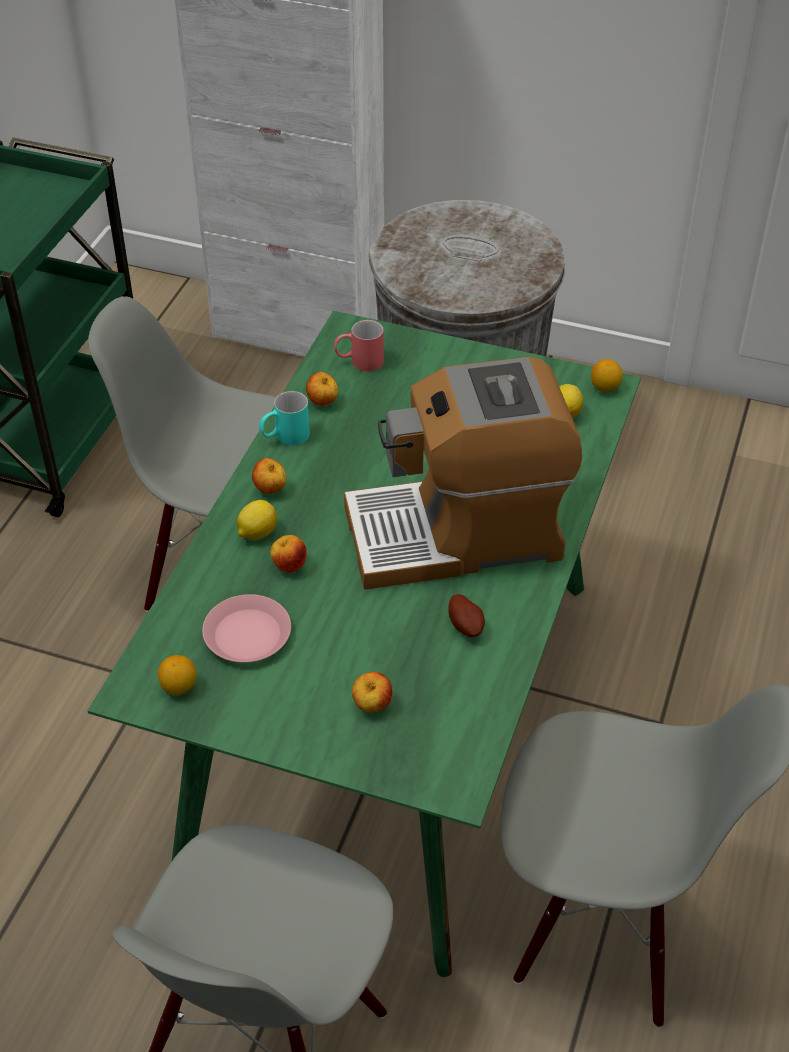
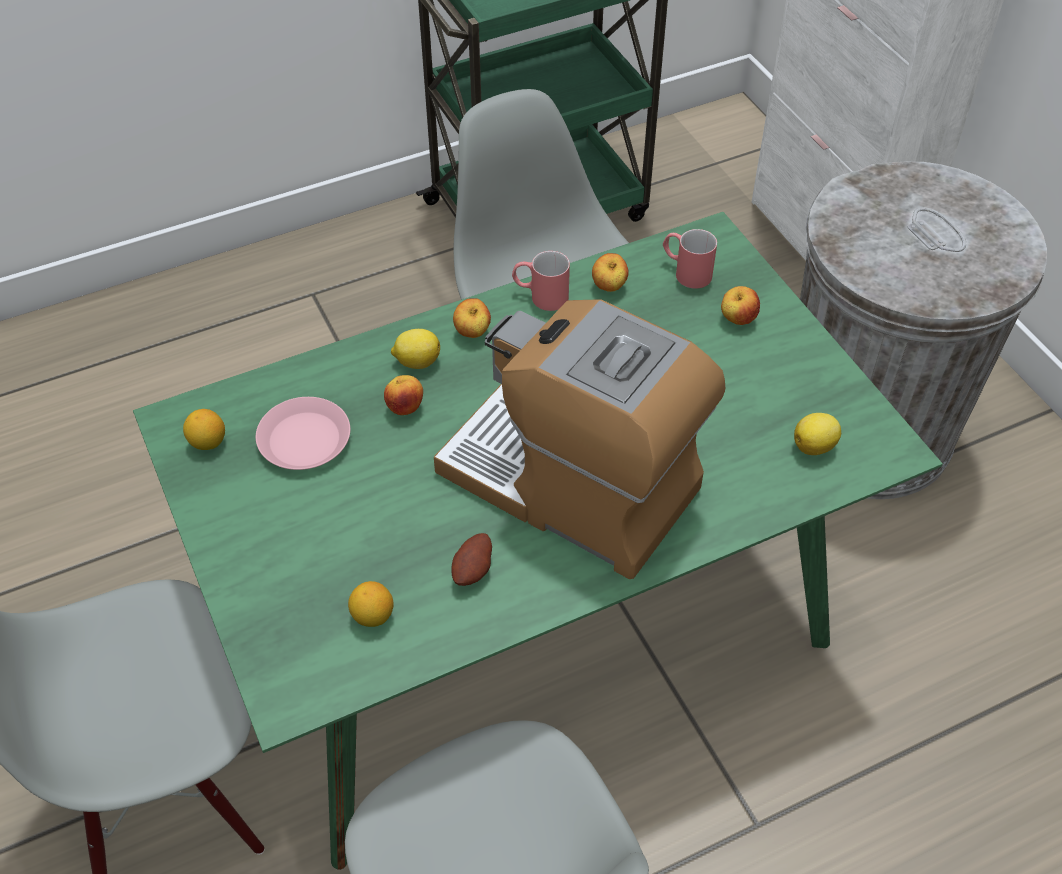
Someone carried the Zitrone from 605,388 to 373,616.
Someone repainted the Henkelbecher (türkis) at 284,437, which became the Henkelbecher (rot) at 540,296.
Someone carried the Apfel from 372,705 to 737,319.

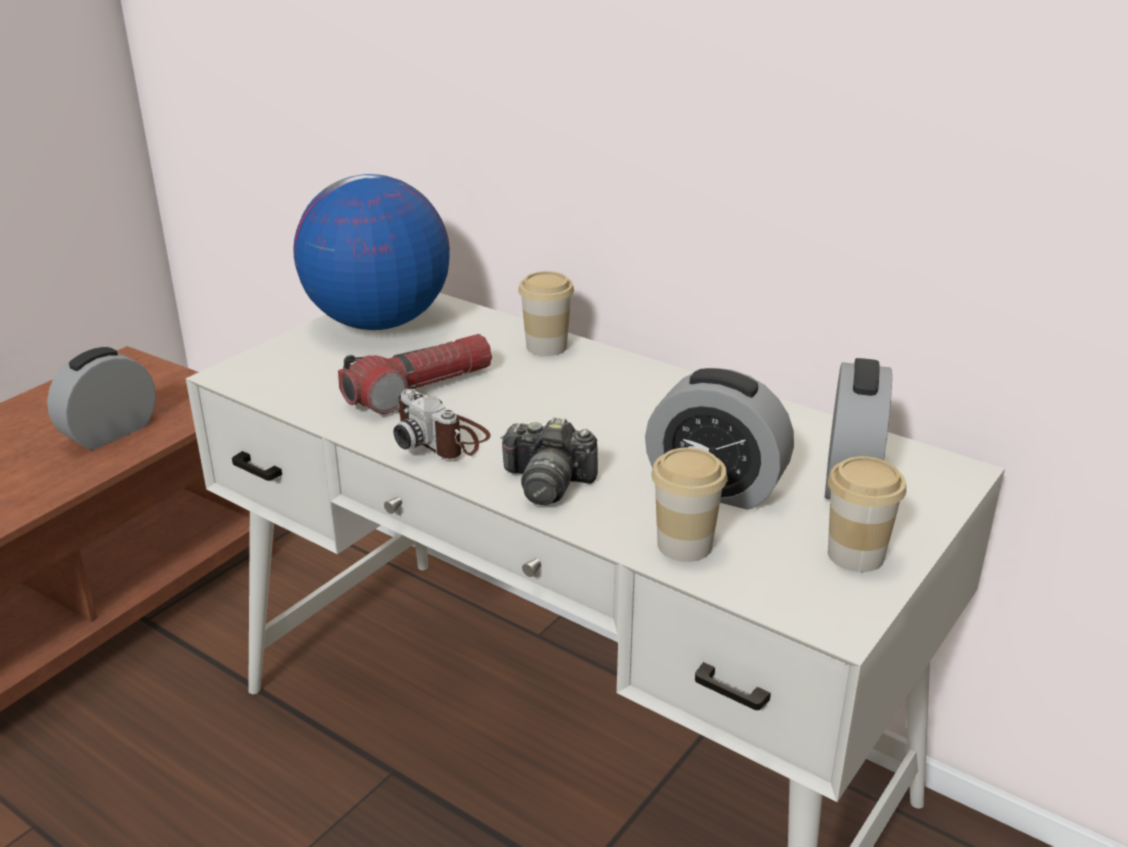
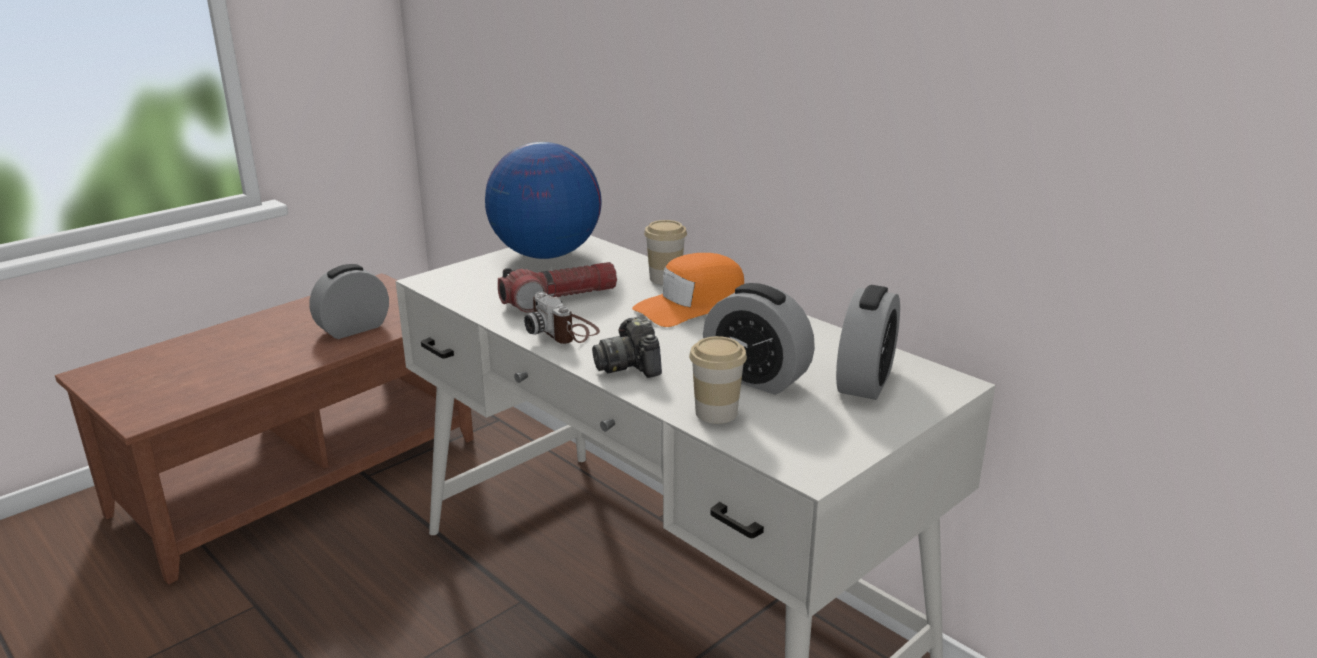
Someone rotated the Kamera at 547,483 by 45 degrees clockwise.
Someone took away the Tasse at 855,555.
Someone put down the Kappe (orange) at 692,305.

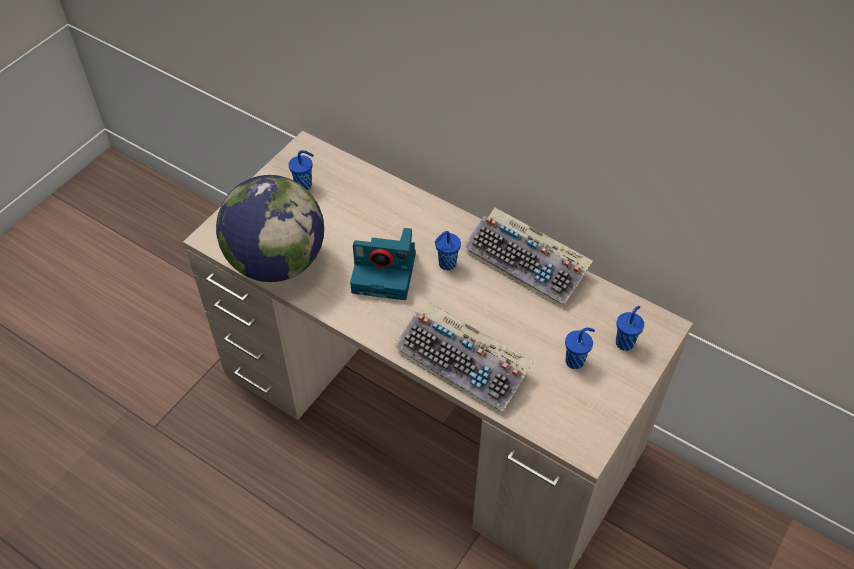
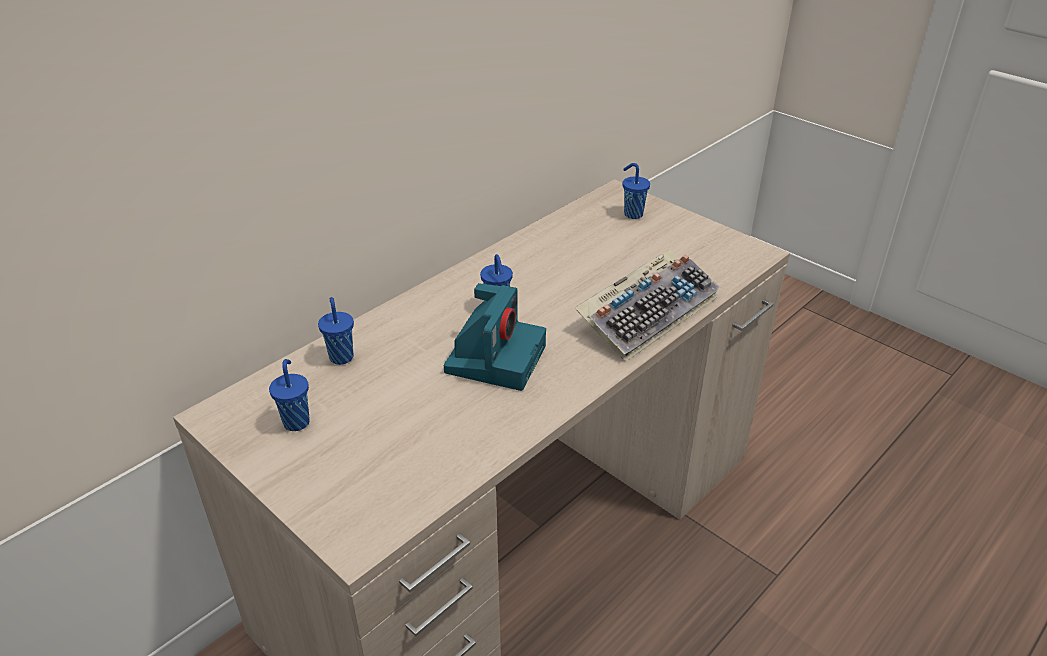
Someone took away the Globus at 277,262.
Someone took away the Tastatur at 528,264.
Someone carried the Tasse (blau) from 575,361 to 341,356.

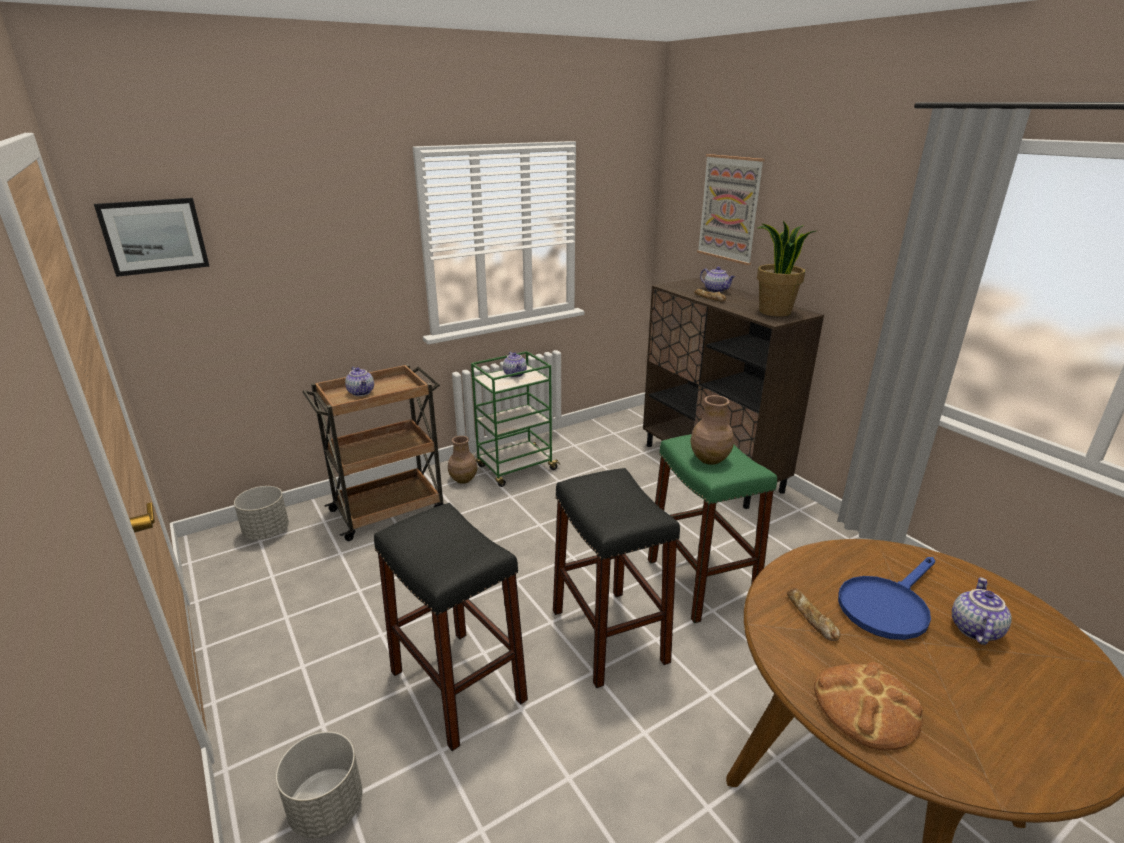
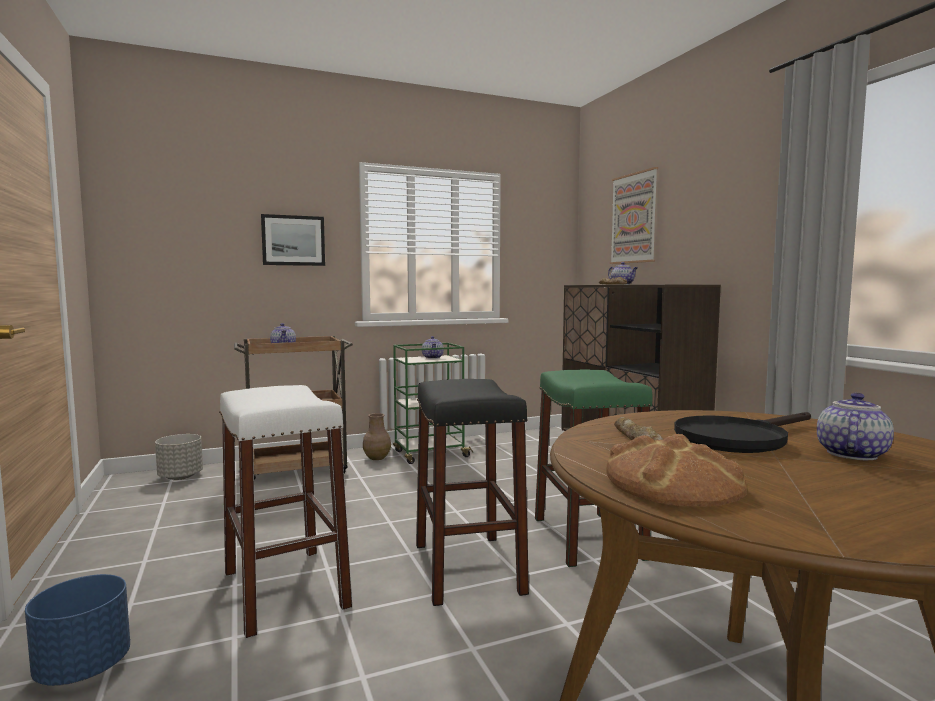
Someone carried the Bild from 154,236 to 293,240.
Someone took away the Topfpflanze at 774,312.
Someone took away the Vase (braun) at 709,459.
Someone repainted the Hocker (schwarz) at 457,685, which became the Hocker (weiß) at 285,589.
Someone repainted the Pfanne (blau) at 887,605, which became the Pfanne (schwarz) at 738,438.
Someone repainted the Pflanzkübel (grau) at 326,808, which became the Pflanzkübel (blau) at 82,669.

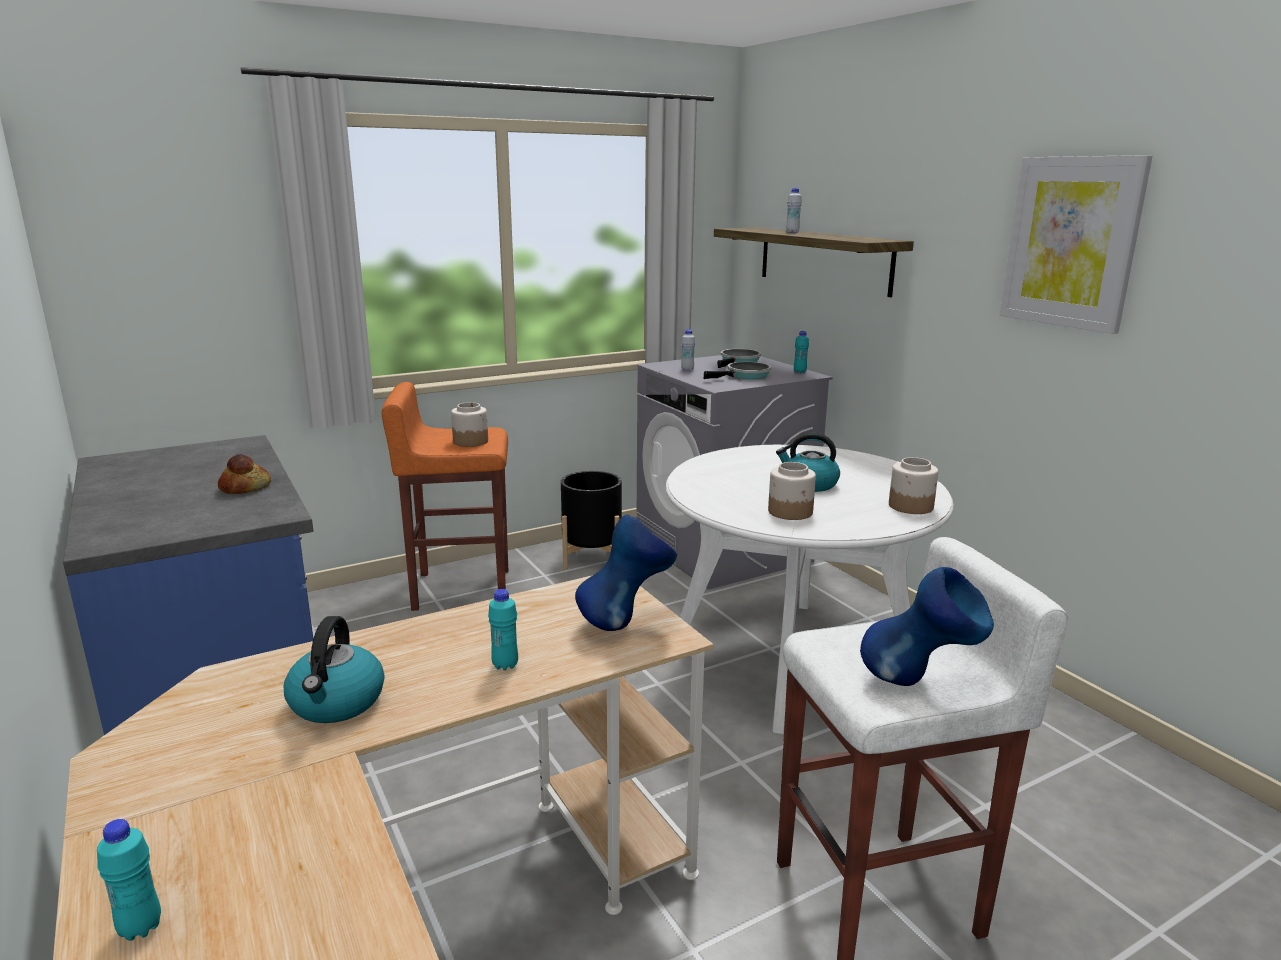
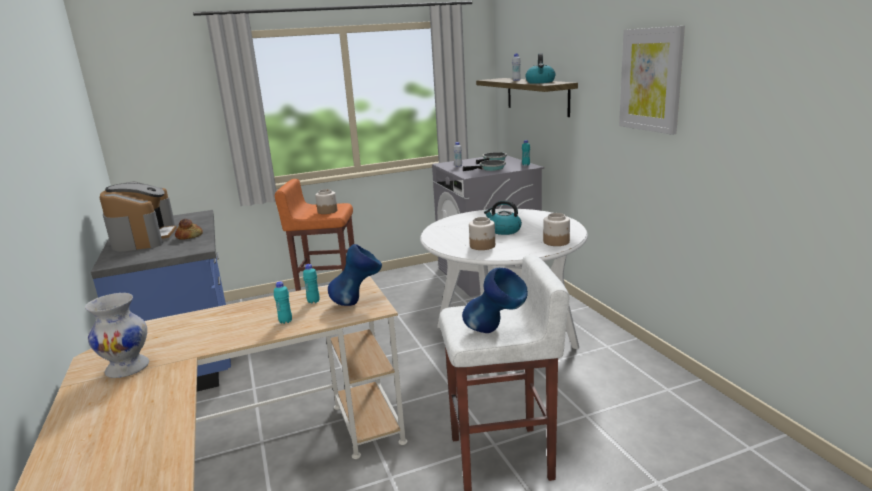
Someone took away the Pflanzkübel (schwarz) at 592,557.
Someone carried the Wasserkessel from 337,703 to 540,82.
Someone carried the Flasche (türkis) from 140,927 to 313,301.
Someone put down the Kaffeemaschine at 144,238.
Someone put down the Vase (weiß) at 128,367.

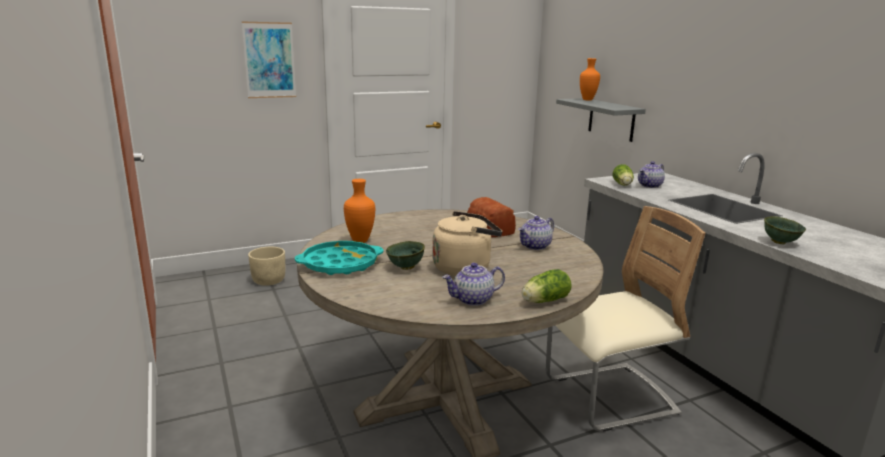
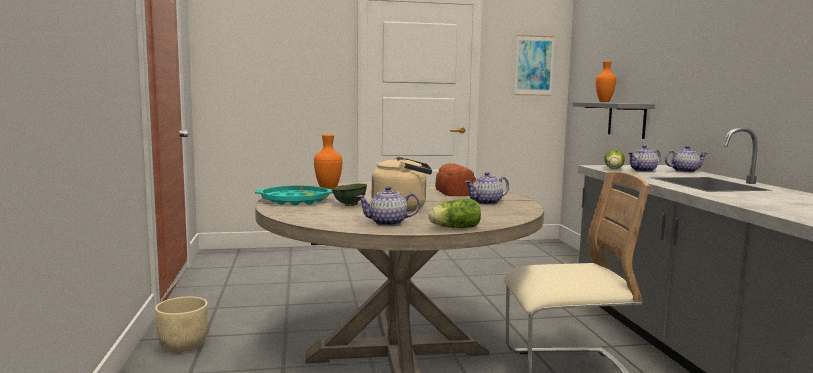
Someone carried the Bild from 269,60 to 534,65.
Someone took away the Schüssel (grün) at 780,242.
Someone carried the Pflanzkübel (beige) from 269,281 to 183,345.
Someone put down the Teekanne at 684,171.

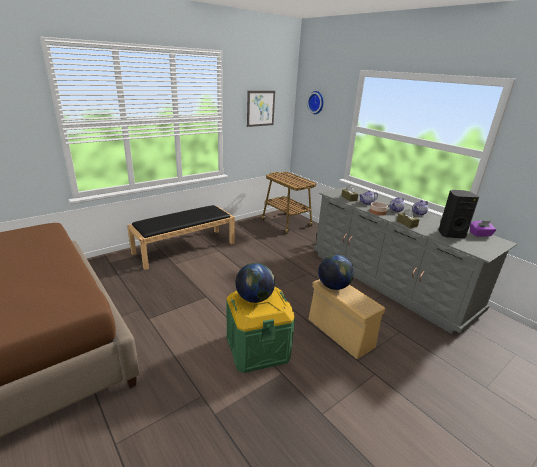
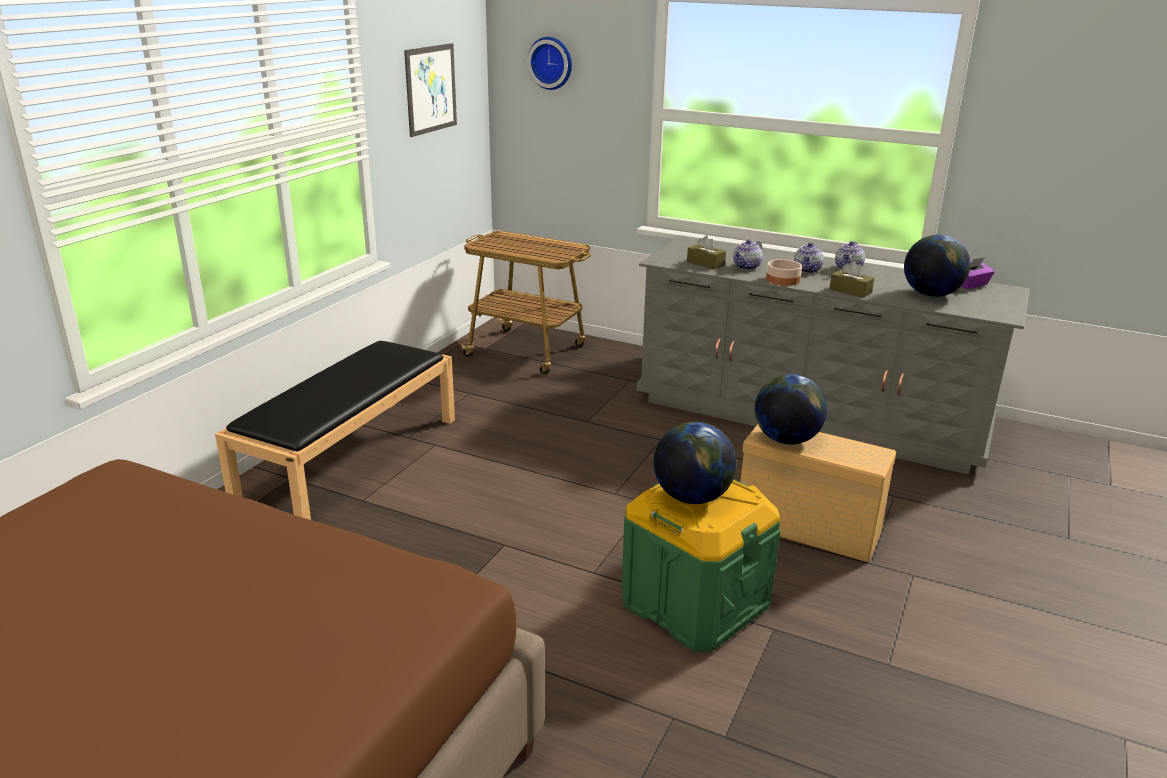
Someone swapped the Lautsprecher (schwarz) at 450,234 for the Globus at 931,294.

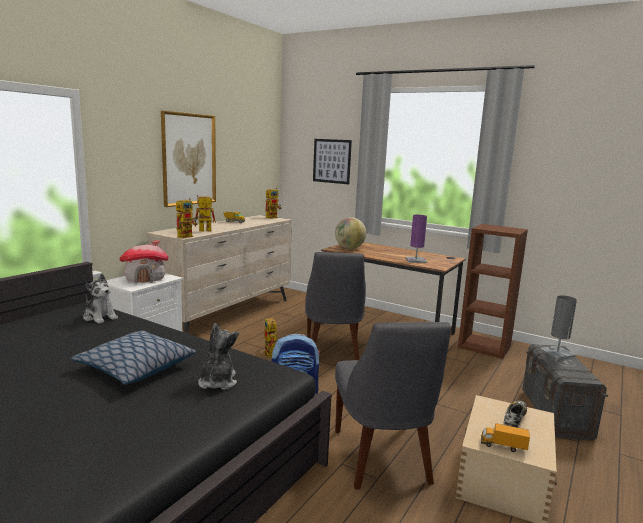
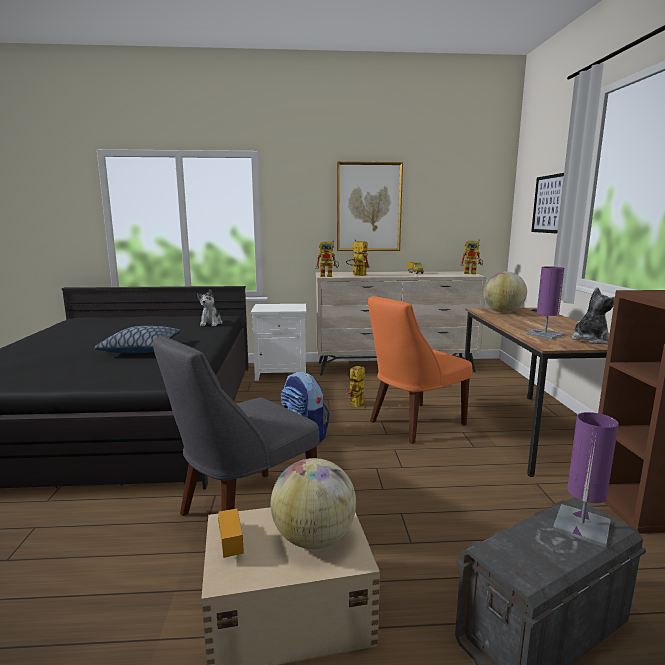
Someone took away the Spielzeughaus at 146,278.
Someone repainted the Stuhl (grau) at 332,351, which became the Stuhl (orange) at 413,424.
Someone repainted the Tischlampe (grau) at 557,353, which became the Tischlampe (lila) at 581,526.
Someone carried the Plüschtier from 217,382 to 590,340.
Someone swapped the Schuh at 514,419 for the Globus at 314,538.

